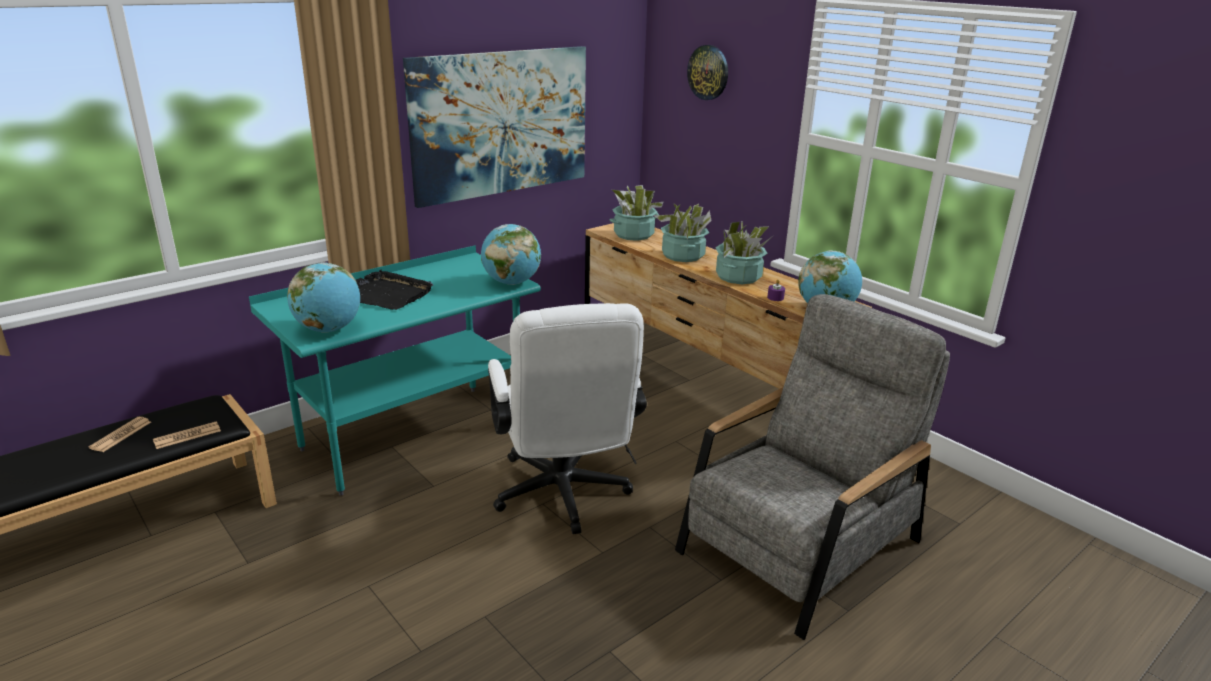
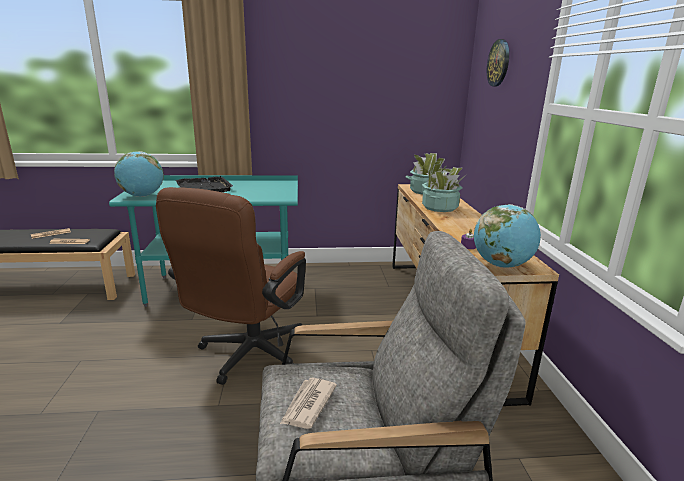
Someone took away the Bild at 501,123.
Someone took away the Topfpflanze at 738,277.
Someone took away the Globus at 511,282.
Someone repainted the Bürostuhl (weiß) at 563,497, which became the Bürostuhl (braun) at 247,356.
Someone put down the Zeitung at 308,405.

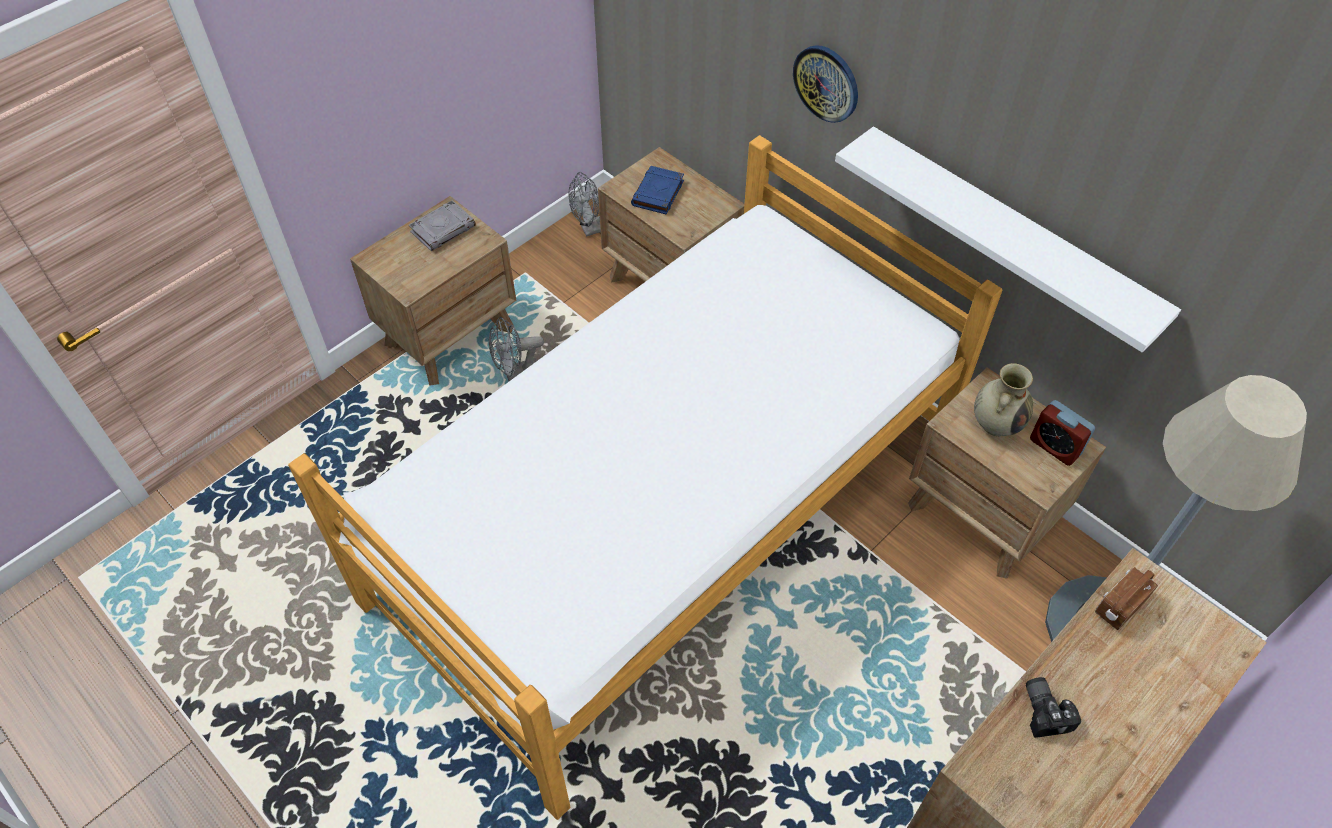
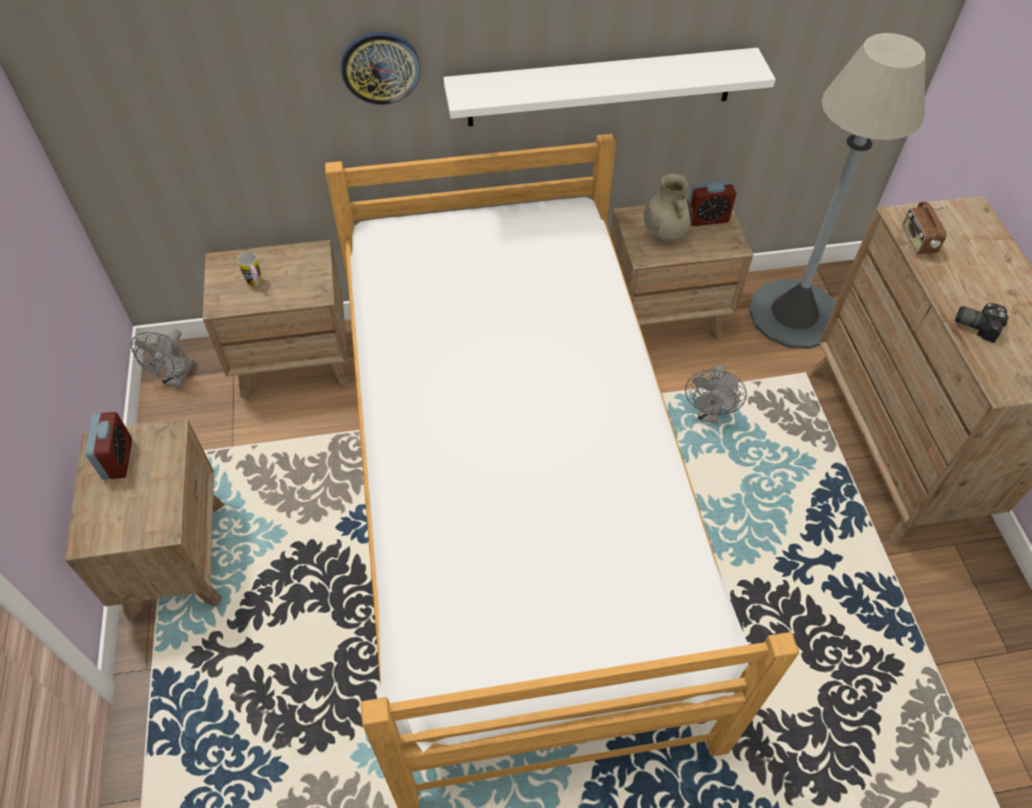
Someone swapped the Buch (blau) at 658,194 for the Henkelbecher at 256,284.
Someone swapped the Buch (grau) at 443,229 for the Wecker at 118,459.
Someone carried the Ventilator (grau) from 517,374 to 708,414.

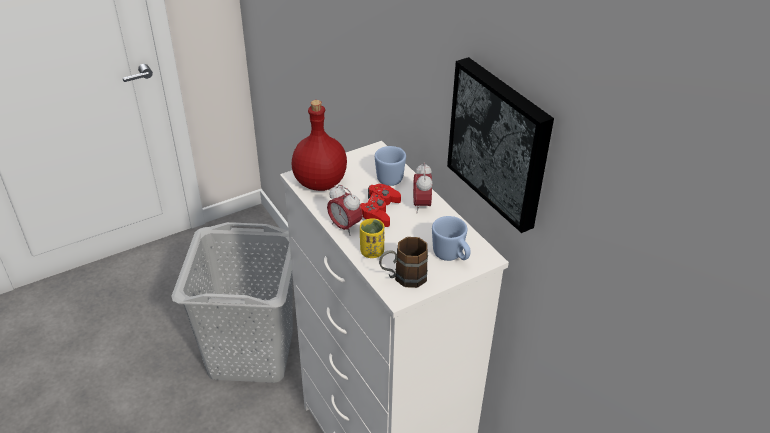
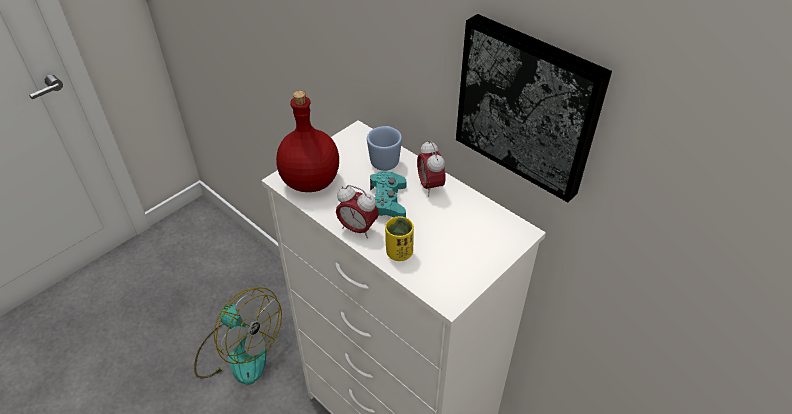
Someone repainted the Gamepad (rot) at 379,210, which became the Gamepad (türkis) at 387,201.
Someone took away the Henkelbecher (blau) at 451,256.
Someone swapped the Wäschekorb (grau) at 252,352 for the Ventilator at 238,351.
Someone took away the Henkelbecher (braun) at 403,278.

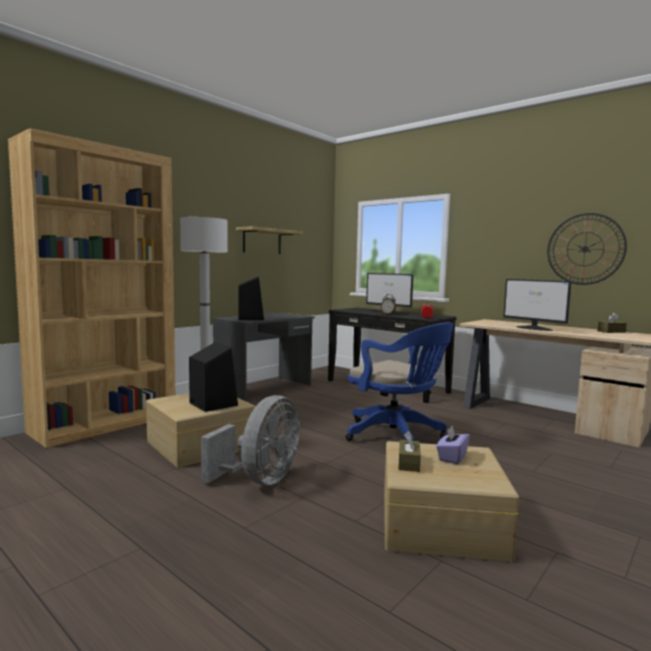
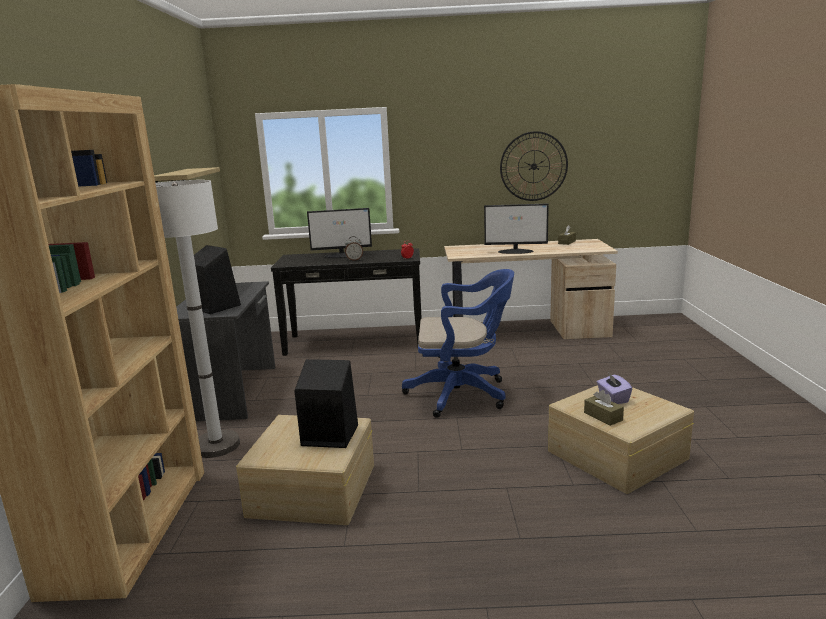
Someone took away the Ventilator (grau) at 260,480.

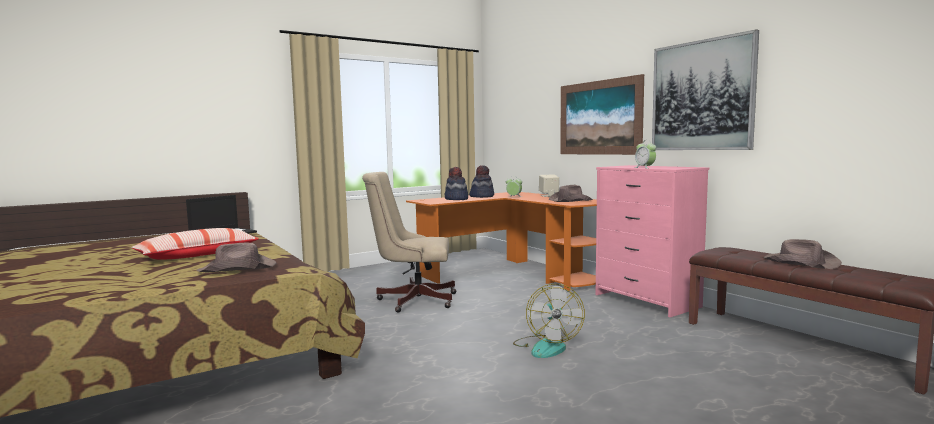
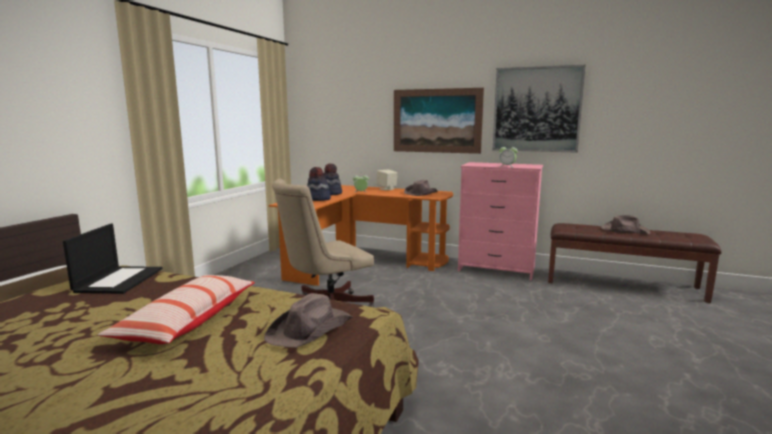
Someone took away the Ventilator at 546,346.

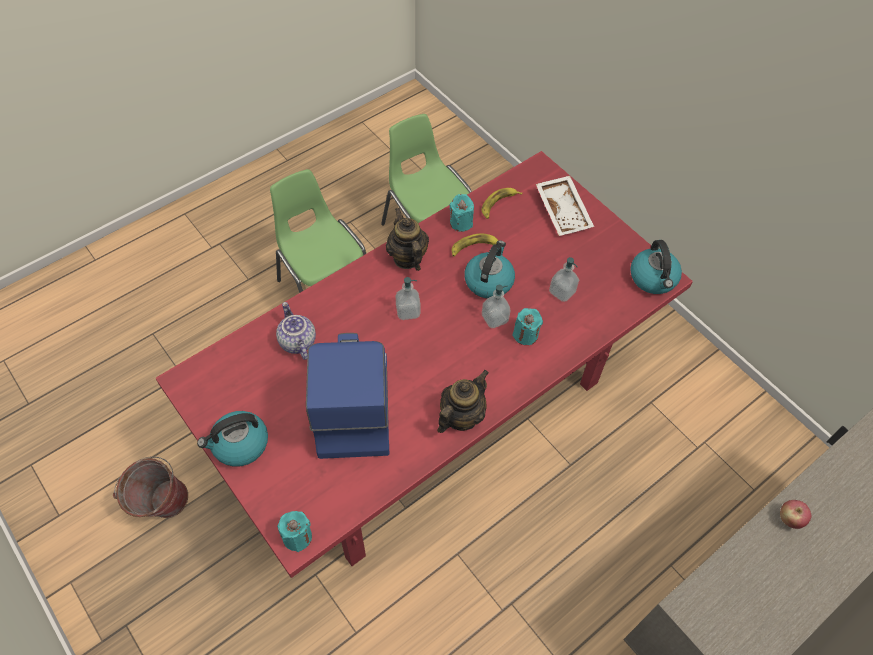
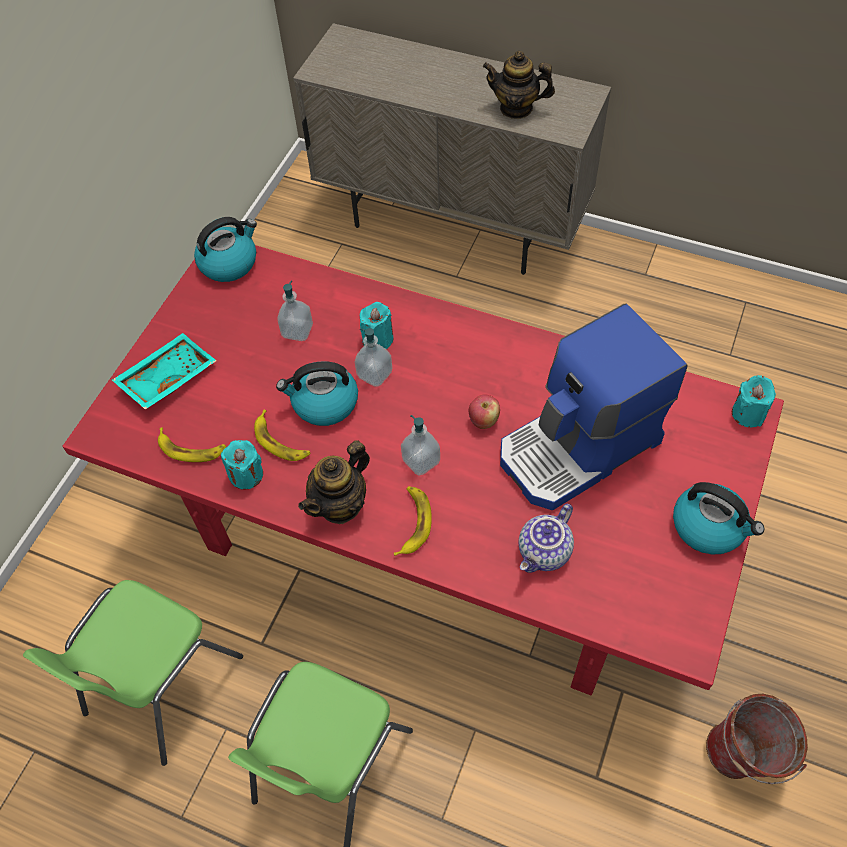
Someone repainted the Tablett (weiß) at 564,211, which became the Tablett (türkis) at 167,377.
Someone carried the Teekanne from 461,416 to 516,108.
Someone carried the Apfel from 789,519 to 483,421.
Someone put down the Banane at 412,522.

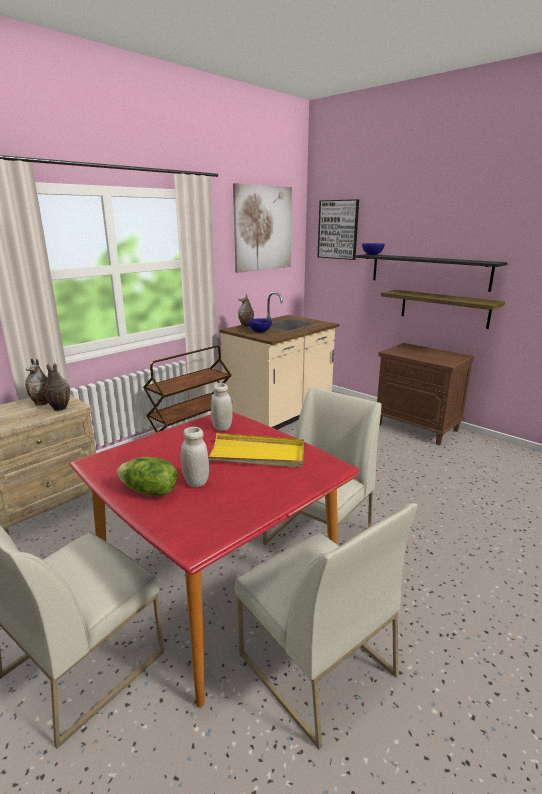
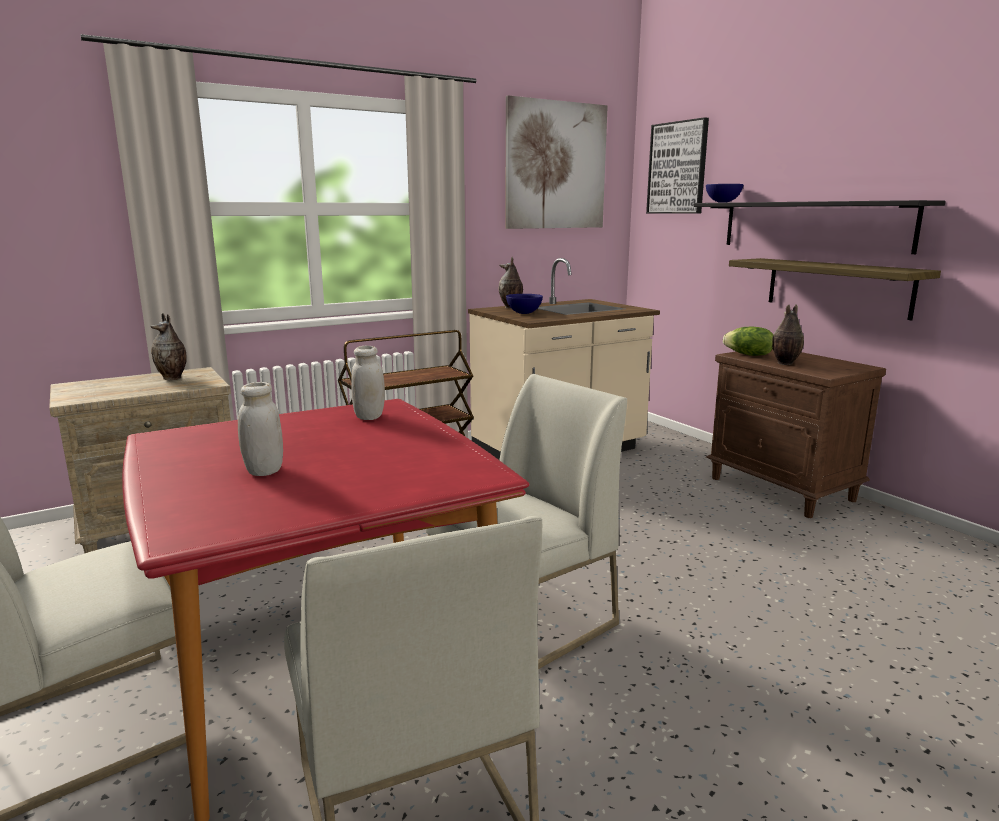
Someone carried the Vase from 59,408 to 784,363.
Someone took away the Tablett (gelb) at 257,454.
Someone carried the Salatkopf from 149,492 to 748,355.

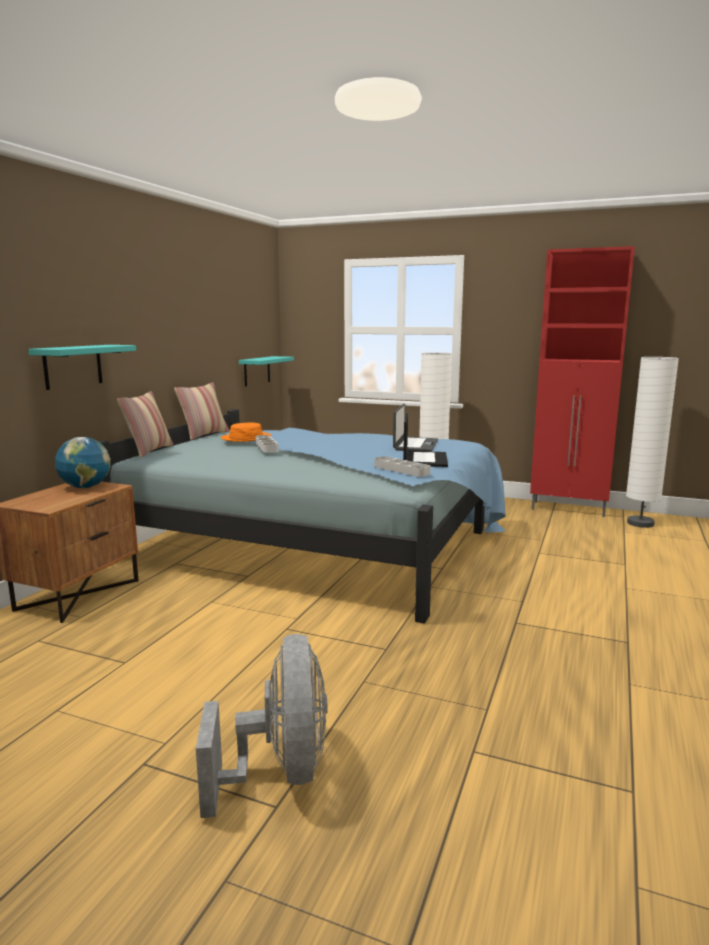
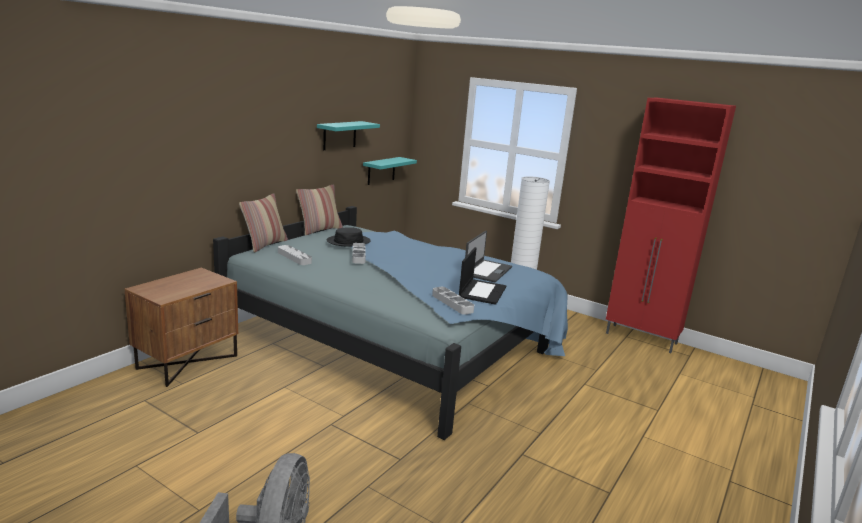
Someone carried the Wandregal (türkis) from 73,366 to 339,135.
Someone took away the Stehlampe (weiß) at 640,523.
Someone repainted the Hut (orange) at 246,438, which became the Hut (schwarz) at 348,241.
Someone took away the Globus at 85,487.
Someone put down the Tablett (grau) at 294,257.

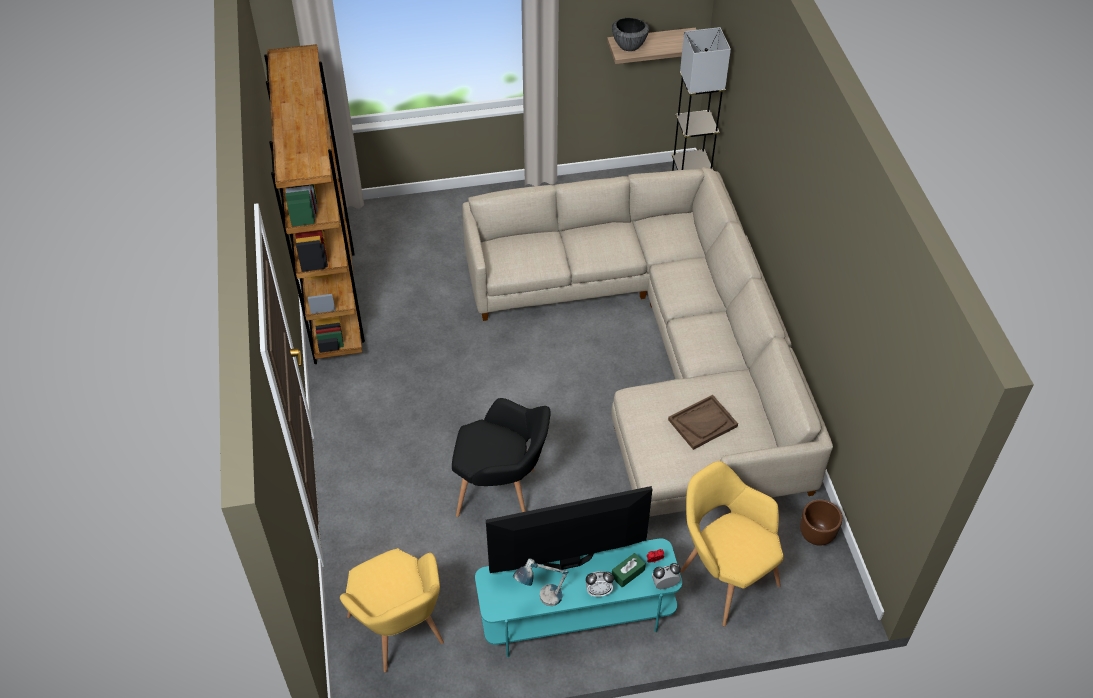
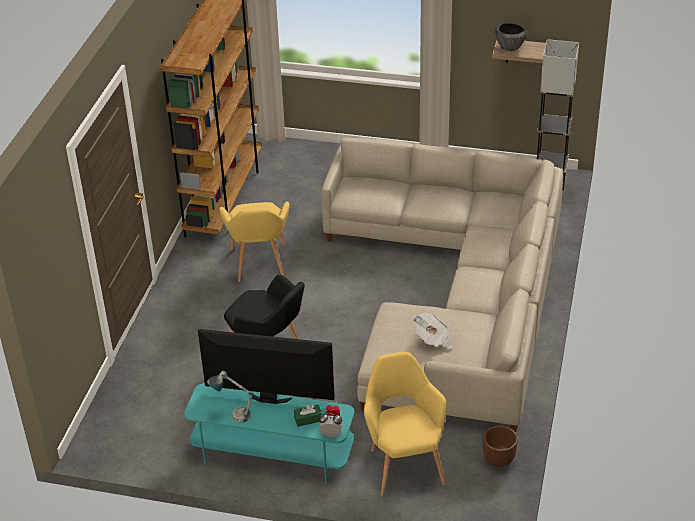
Someone swapped the Tablett (braun) at 702,423 for the Zeitung at 433,339.
Someone carried the Sessel (gelb) from 400,634 to 259,266.
Someone took away the Wecker at 598,591.

